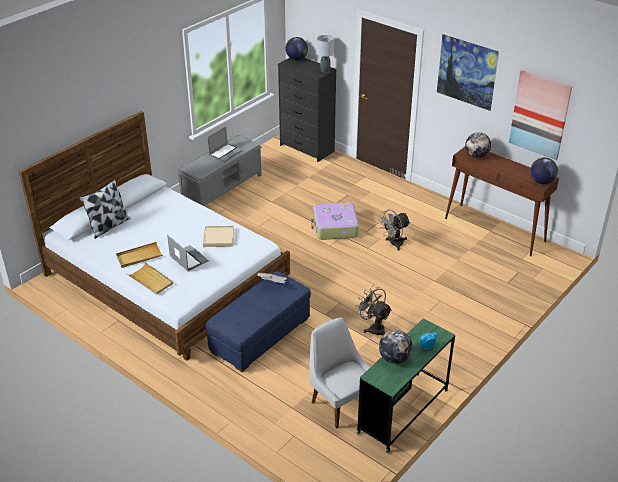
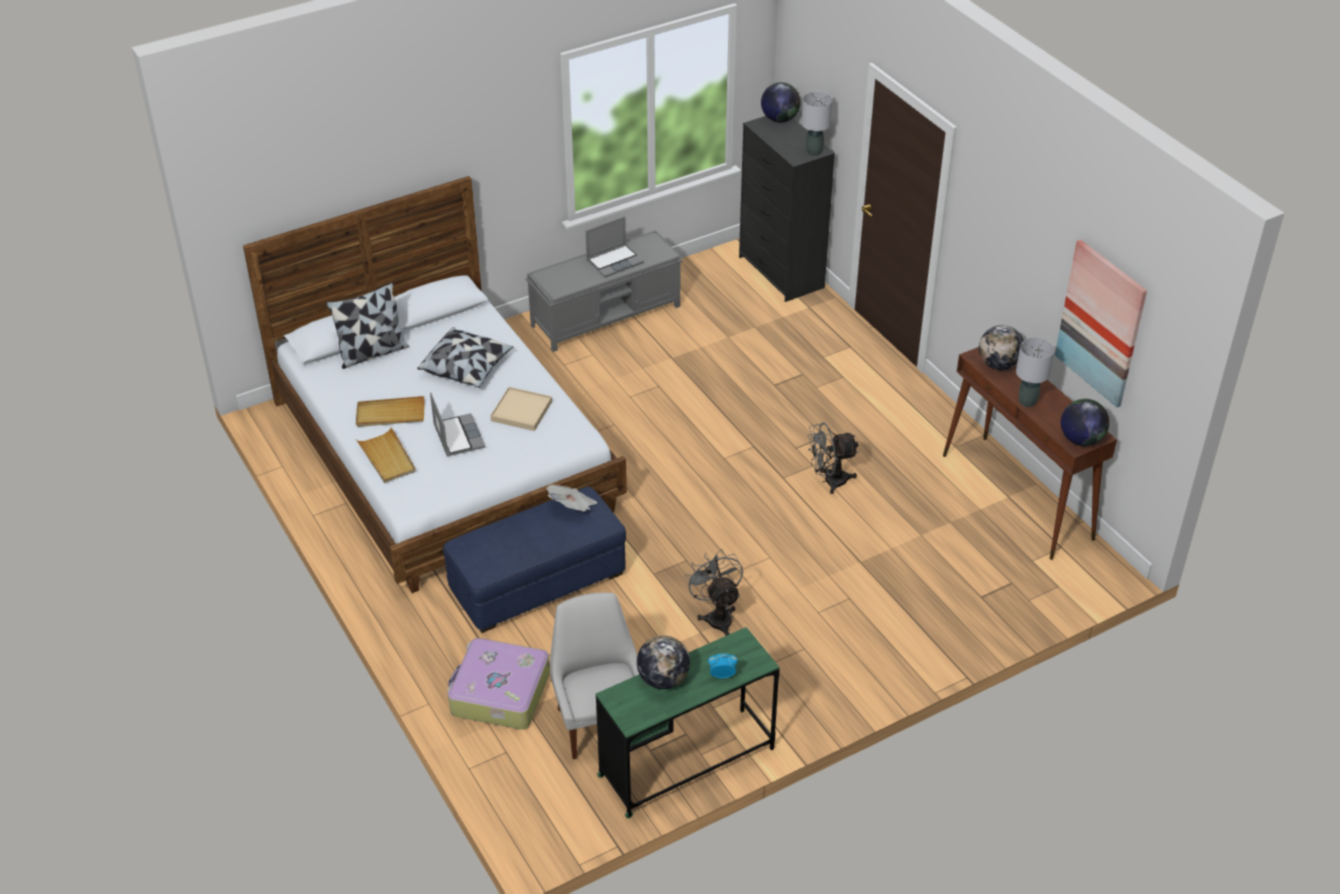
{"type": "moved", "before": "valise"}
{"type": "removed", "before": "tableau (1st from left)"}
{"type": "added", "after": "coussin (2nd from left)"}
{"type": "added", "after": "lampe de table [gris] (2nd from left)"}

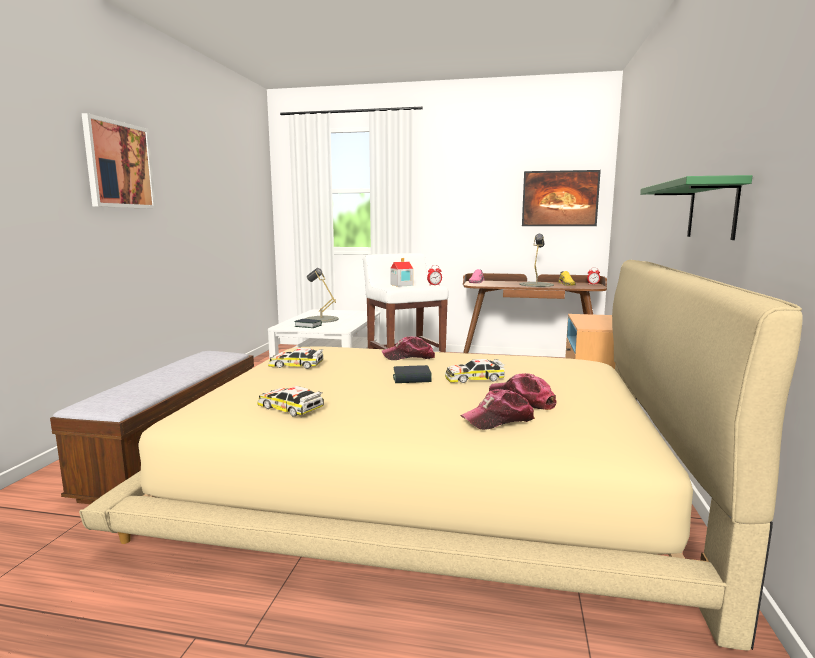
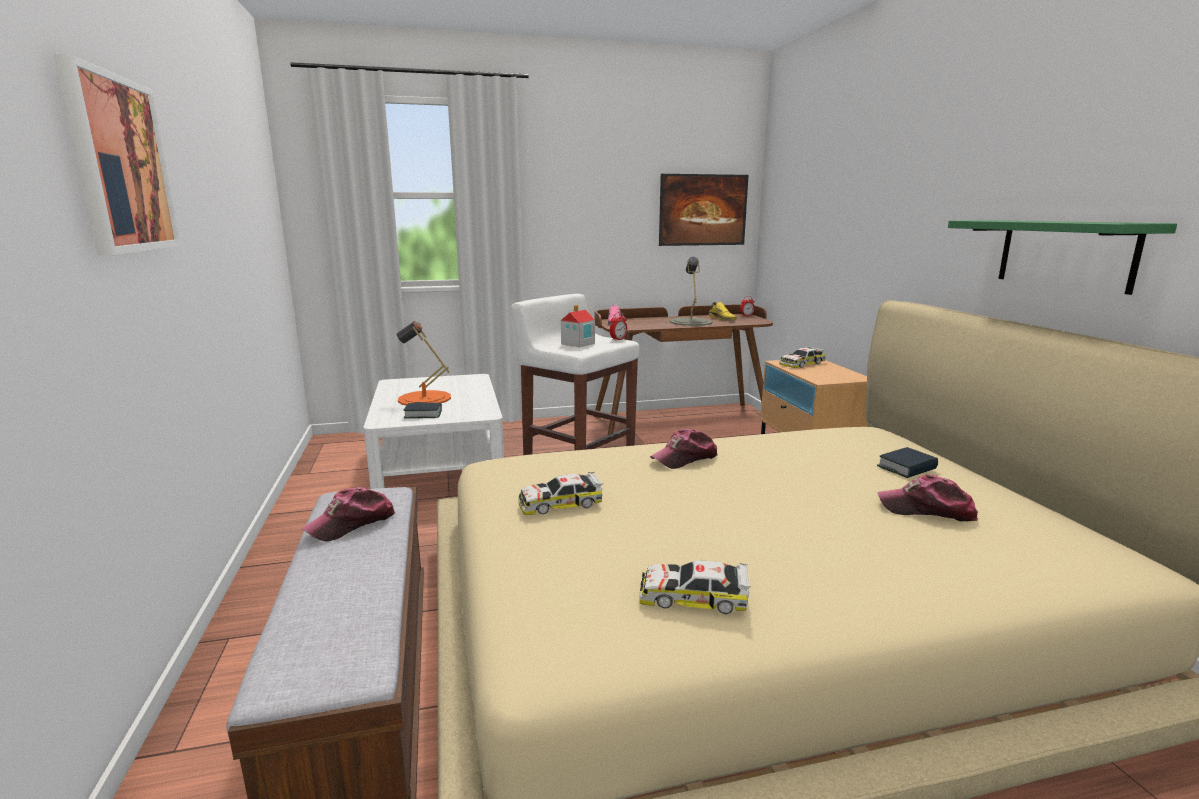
{"type": "recoloured", "before": "lampe de table [gris] (1st from left)", "after": "lampe de table [orange]"}
{"type": "moved", "before": "livre (2nd from left)"}
{"type": "moved", "before": "petite voiture (3rd from left)"}
{"type": "moved", "before": "casquette (2nd from left in the first image)", "after": "casquette (1st from left)"}

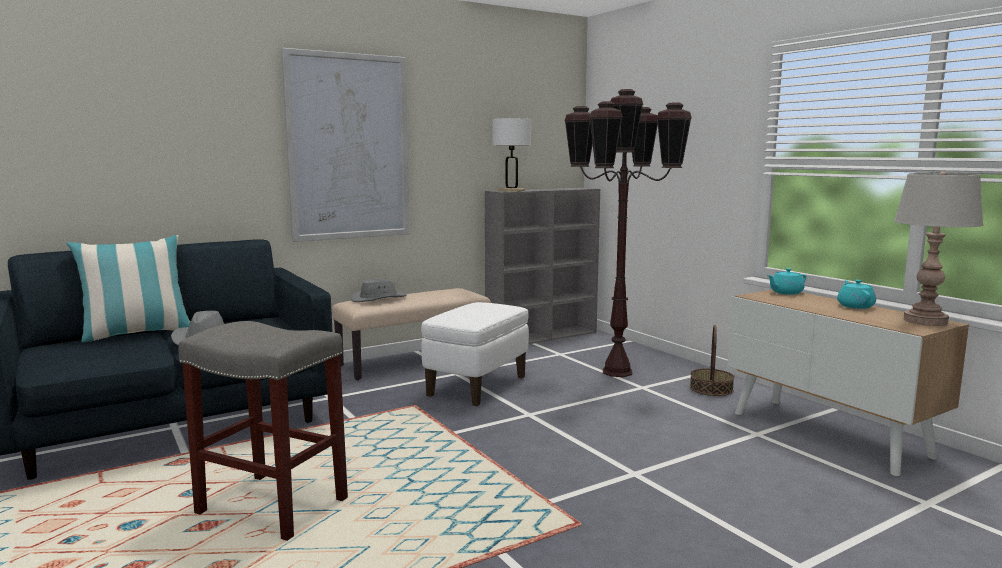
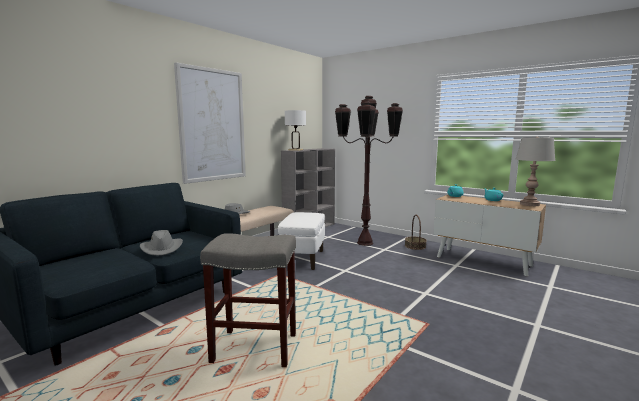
{"type": "removed", "before": "coussin"}

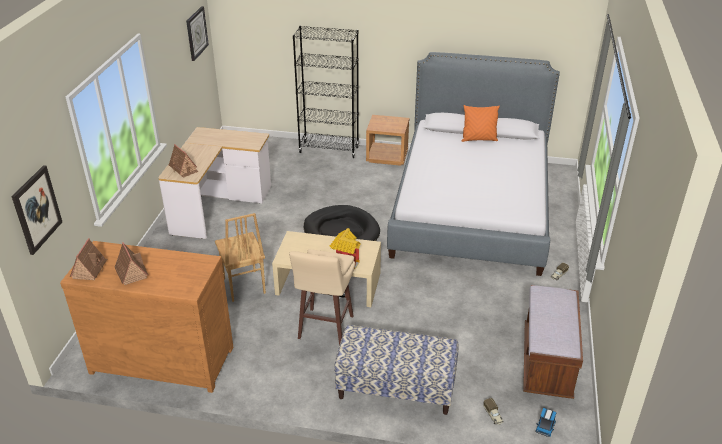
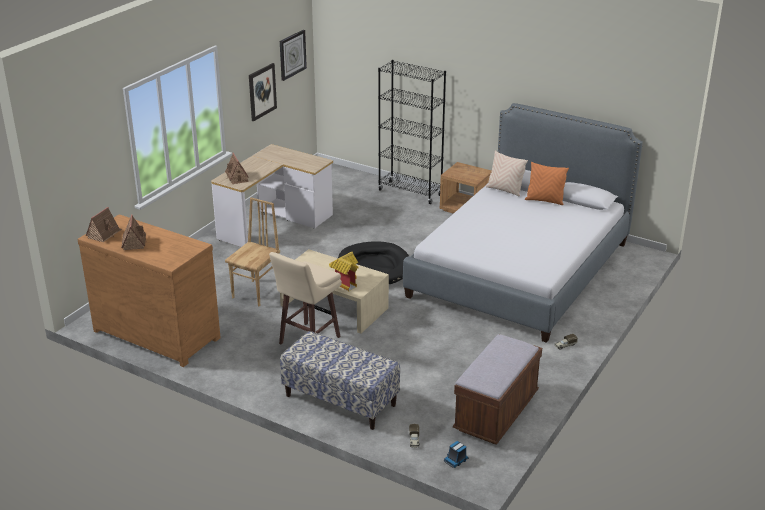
{"type": "moved", "before": "tableau"}
{"type": "turned", "before": "chaise [marron]", "turn": -150}
{"type": "added", "after": "coussin [beige]"}

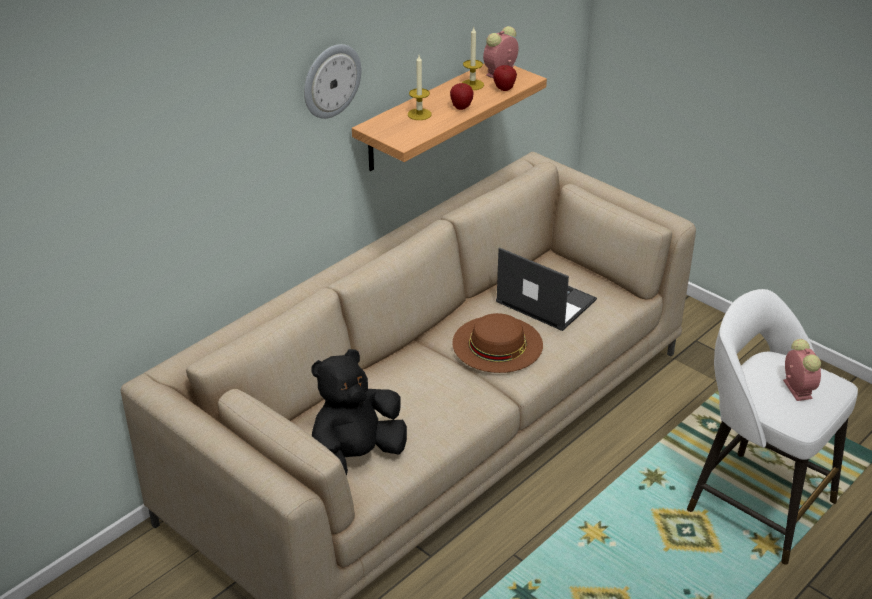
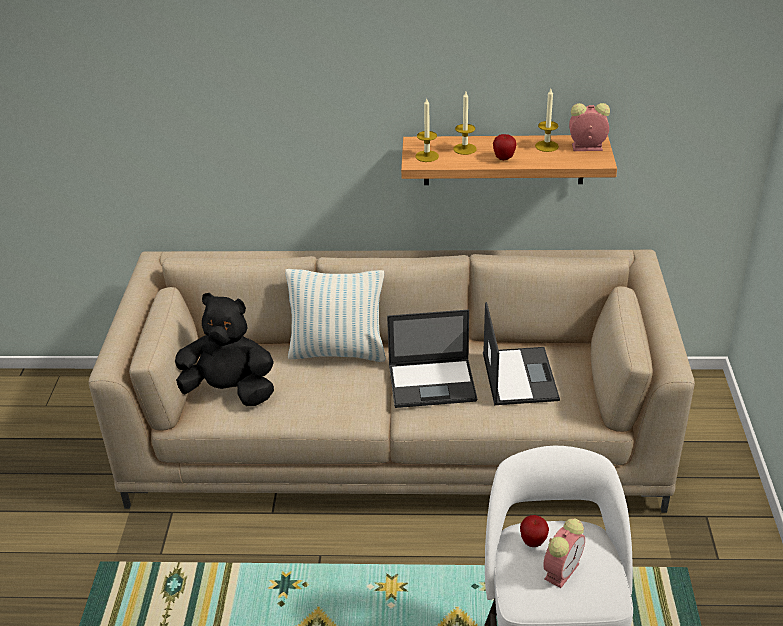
{"type": "removed", "before": "horloge murale"}
{"type": "replaced", "before": "chapeau [marron]", "after": "ordinateur portable (1st from left)"}
{"type": "moved", "before": "pomme (2nd from left)"}
{"type": "added", "after": "coussin"}
{"type": "added", "after": "bougie (1st from left)"}

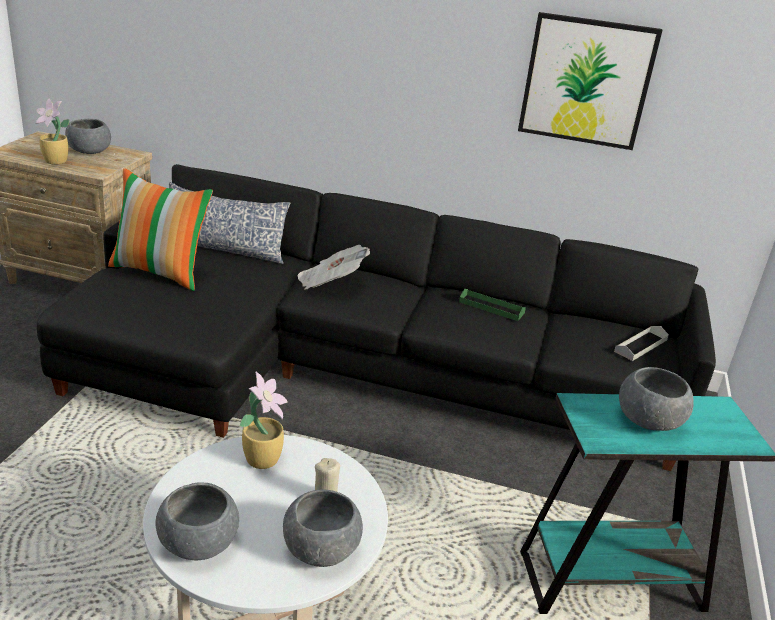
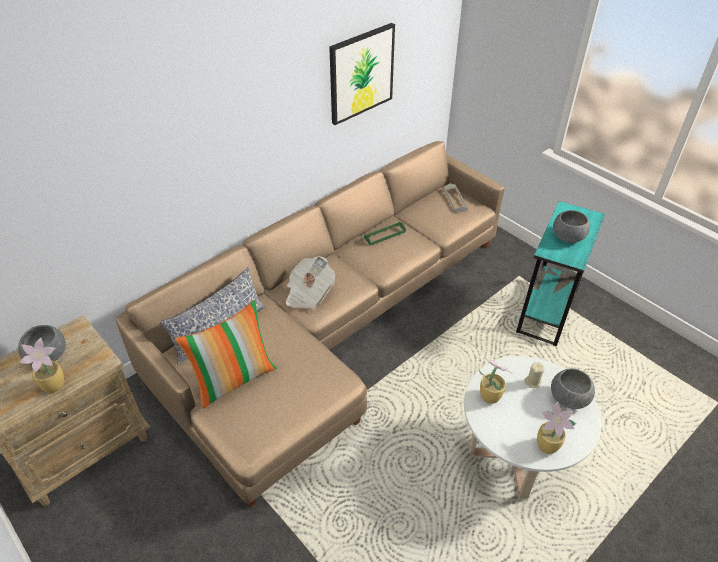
{"type": "recoloured", "before": "canapé [noir]", "after": "canapé [beige]"}
{"type": "replaced", "before": "bol [gris] (2nd from left)", "after": "plante en pot (3rd from left)"}

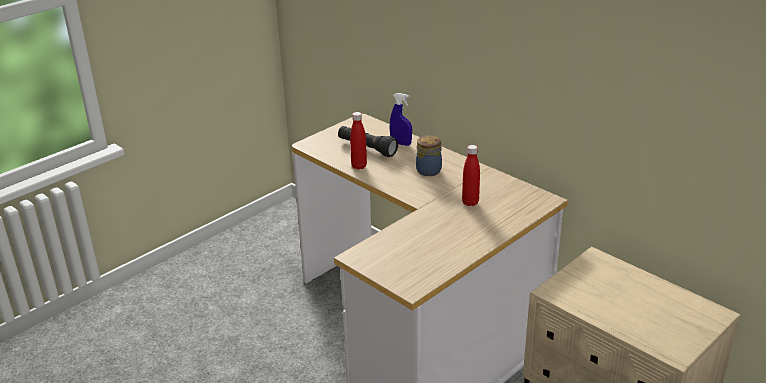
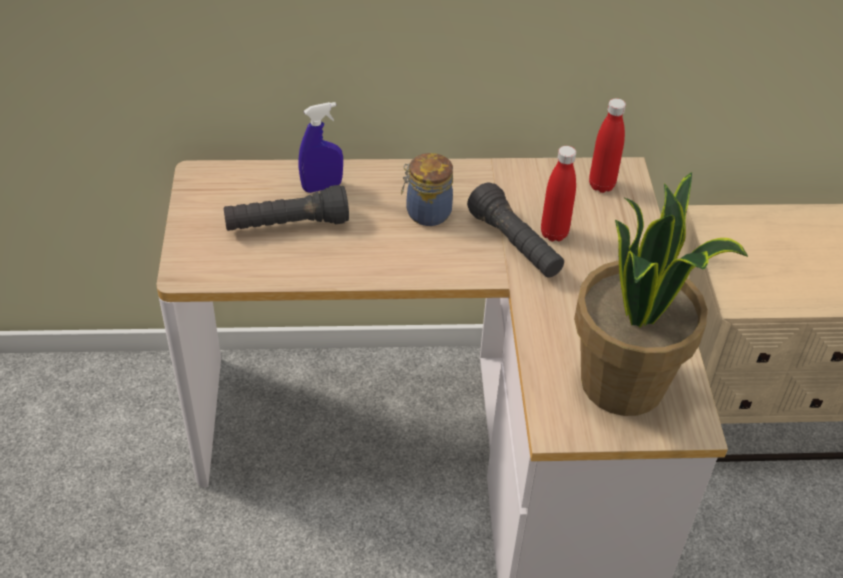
{"type": "moved", "before": "bouteille [rouge] (1st from left in the first image)", "after": "bouteille [rouge] (2nd from left)"}
{"type": "added", "after": "lampe de poche [noir] (2nd from left)"}
{"type": "added", "after": "plante en pot"}

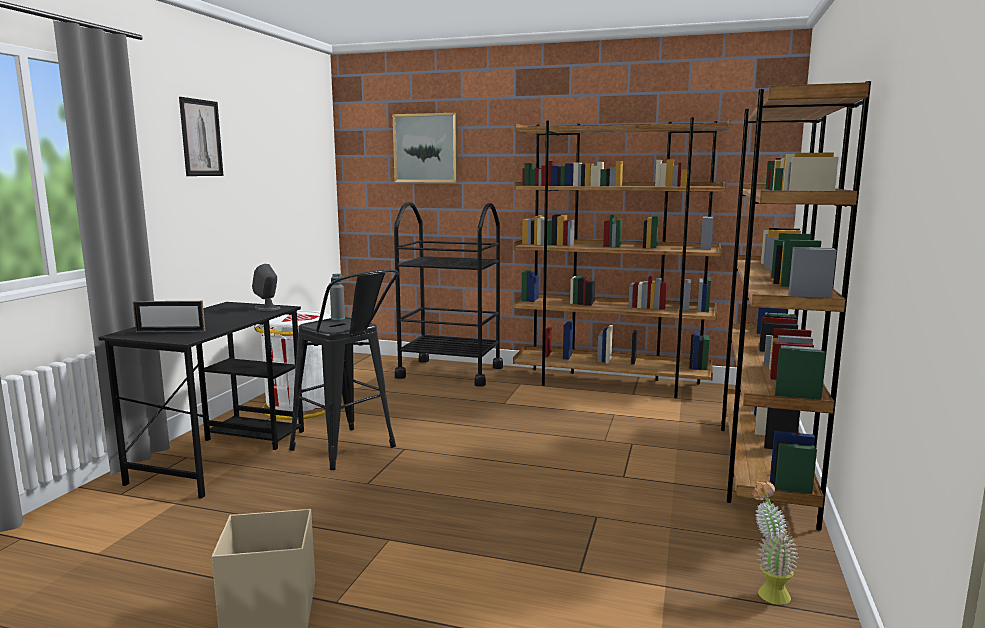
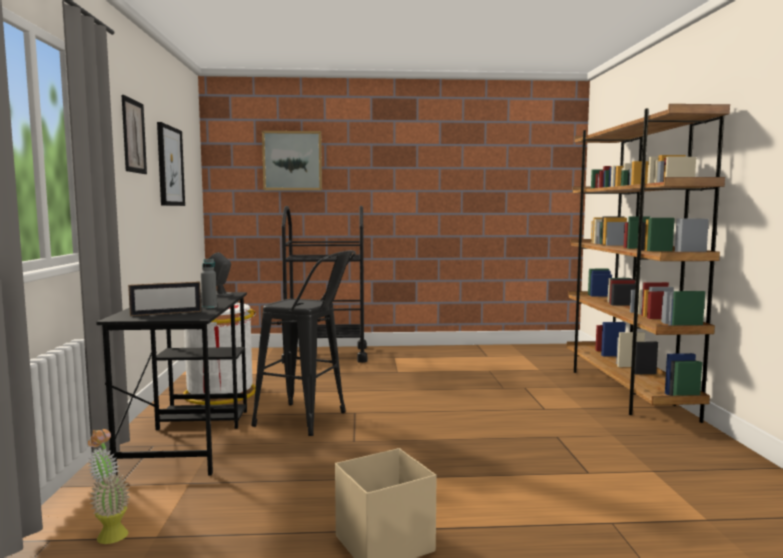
{"type": "moved", "before": "bouteille [gris]"}
{"type": "removed", "before": "bibliothèque [marron] (1st from left)"}
{"type": "moved", "before": "plante en pot"}
{"type": "added", "after": "tableau (2nd from left)"}

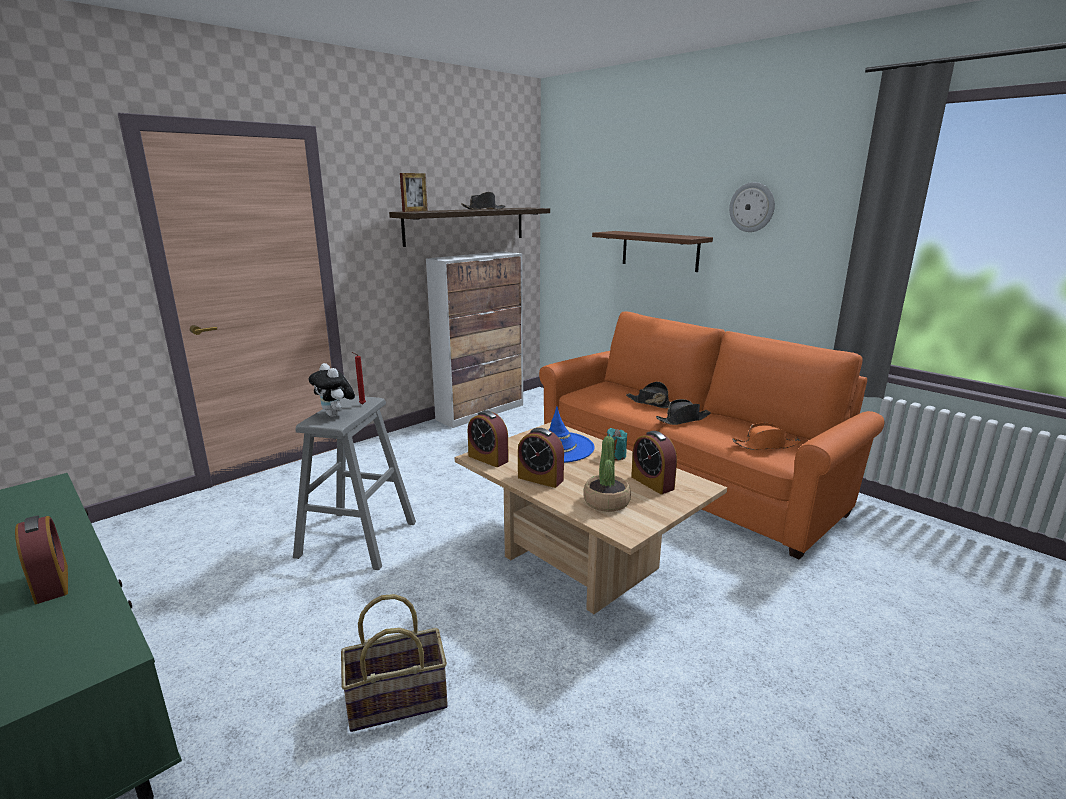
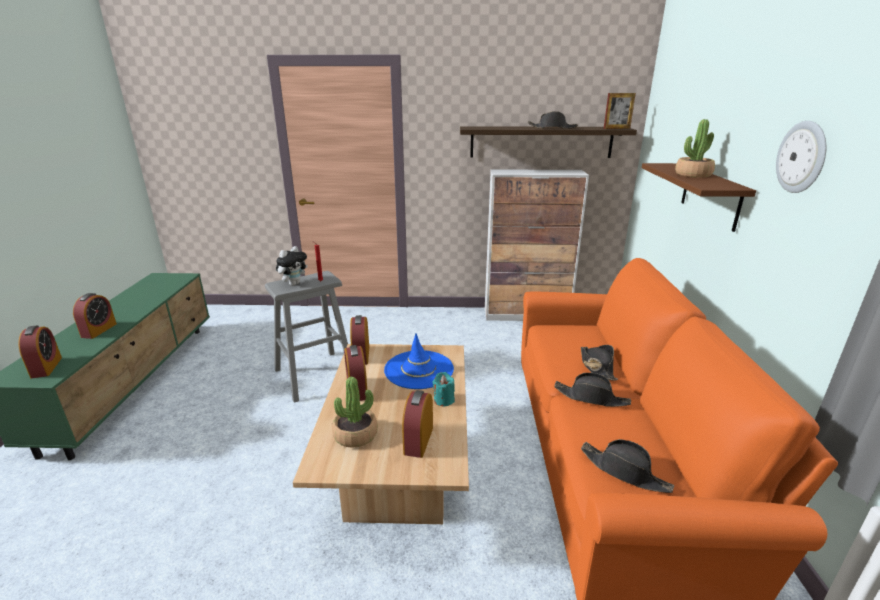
{"type": "turned", "before": "peluche", "turn": -150}
{"type": "removed", "before": "panier"}
{"type": "moved", "before": "cadre photo"}
{"type": "recoloured", "before": "chapeau [orange]", "after": "chapeau [noir] (4th from left)"}
{"type": "added", "after": "réveil (1st from left)"}
{"type": "added", "after": "plante en pot (2nd from left)"}

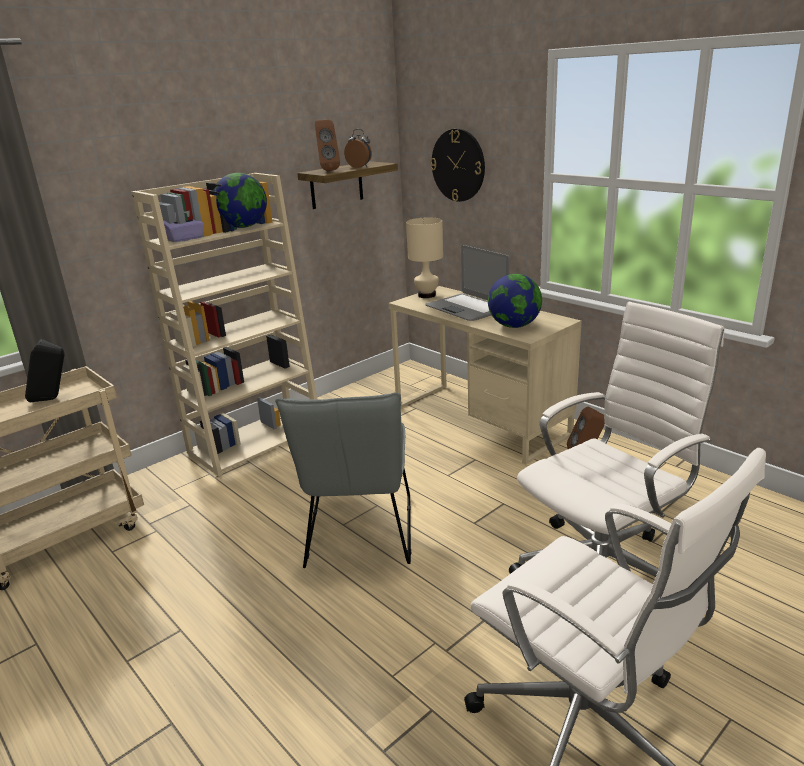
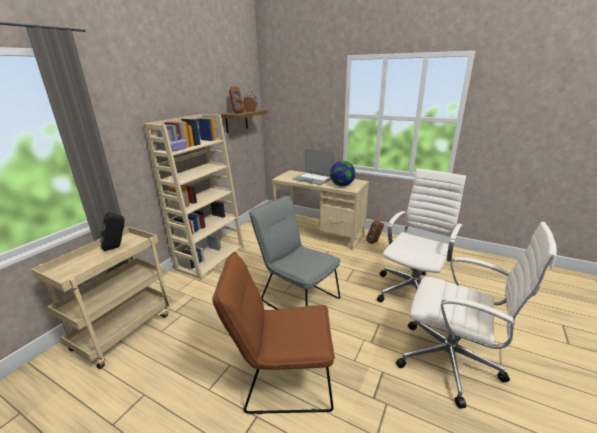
{"type": "removed", "before": "globe (1st from left)"}
{"type": "turned", "before": "chaise [gris]", "turn": 150}
{"type": "removed", "before": "lampe de table [beige]"}
{"type": "removed", "before": "horloge murale"}
{"type": "added", "after": "chaise [marron]"}

